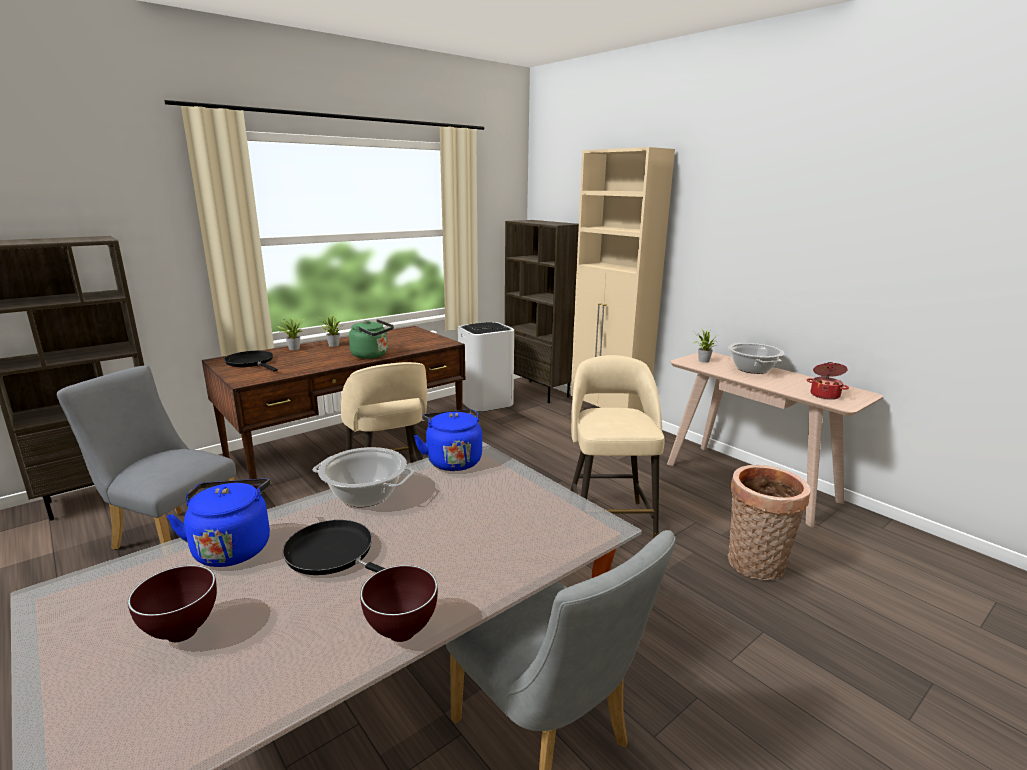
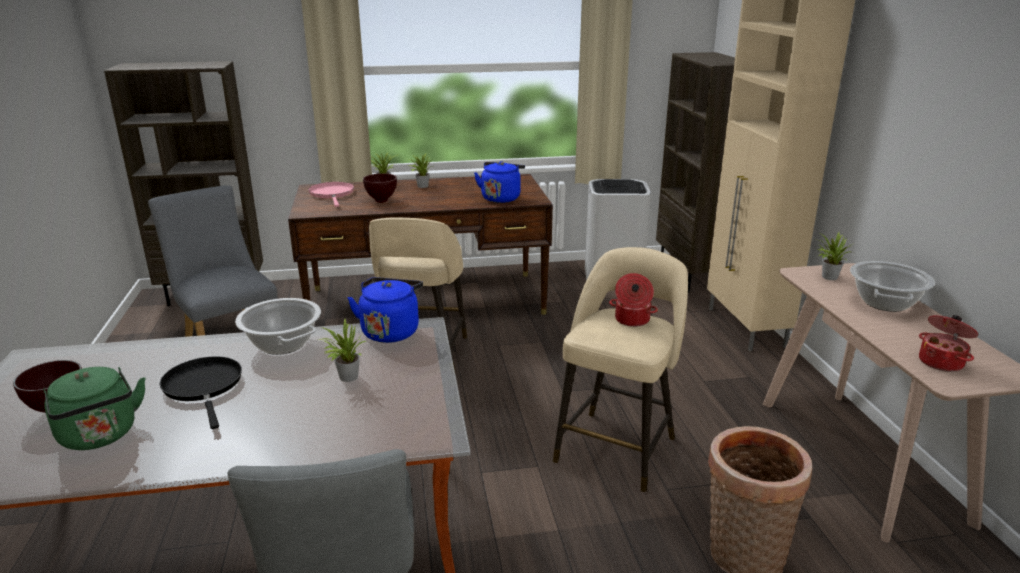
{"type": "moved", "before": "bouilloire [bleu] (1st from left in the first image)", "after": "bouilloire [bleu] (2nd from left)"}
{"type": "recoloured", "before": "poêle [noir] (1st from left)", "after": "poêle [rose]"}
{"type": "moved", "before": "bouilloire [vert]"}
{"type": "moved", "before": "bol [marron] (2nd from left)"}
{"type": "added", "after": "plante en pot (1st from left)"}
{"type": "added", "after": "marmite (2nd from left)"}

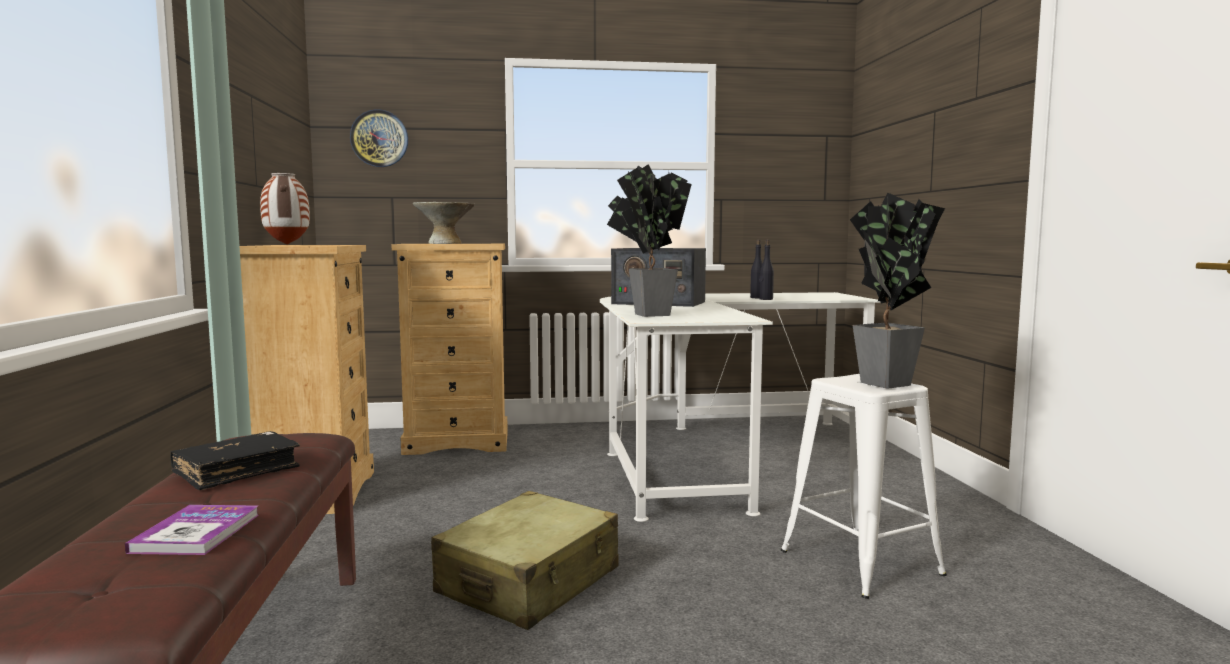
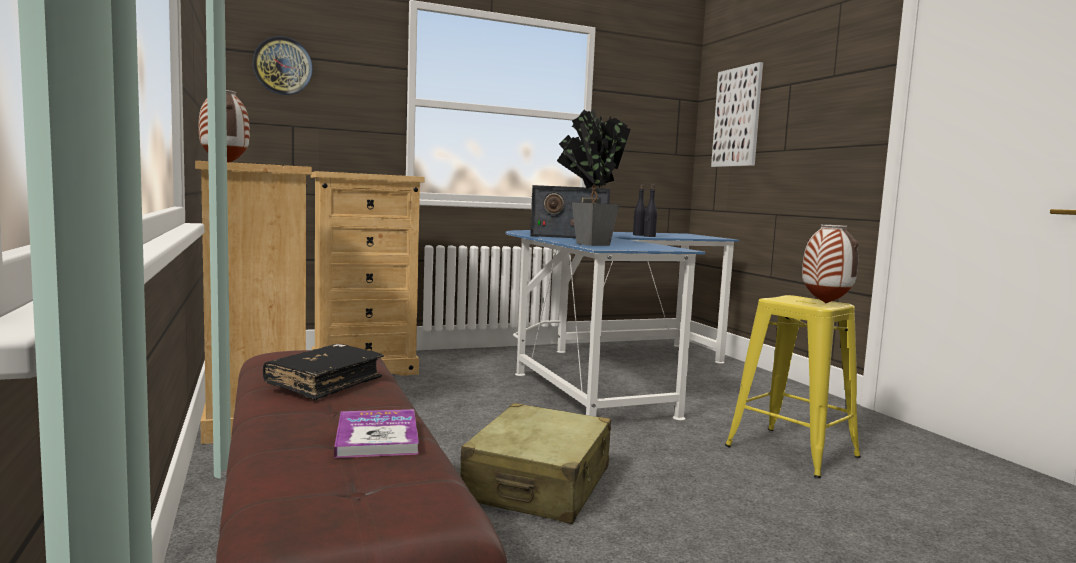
{"type": "removed", "before": "bol [gris]"}
{"type": "recoloured", "before": "bureau [blanc]", "after": "bureau [bleu]"}
{"type": "recoloured", "before": "tabouret [blanc]", "after": "tabouret [jaune]"}
{"type": "replaced", "before": "plante en pot (2nd from left)", "after": "vase (2nd from left)"}
{"type": "added", "after": "tableau"}

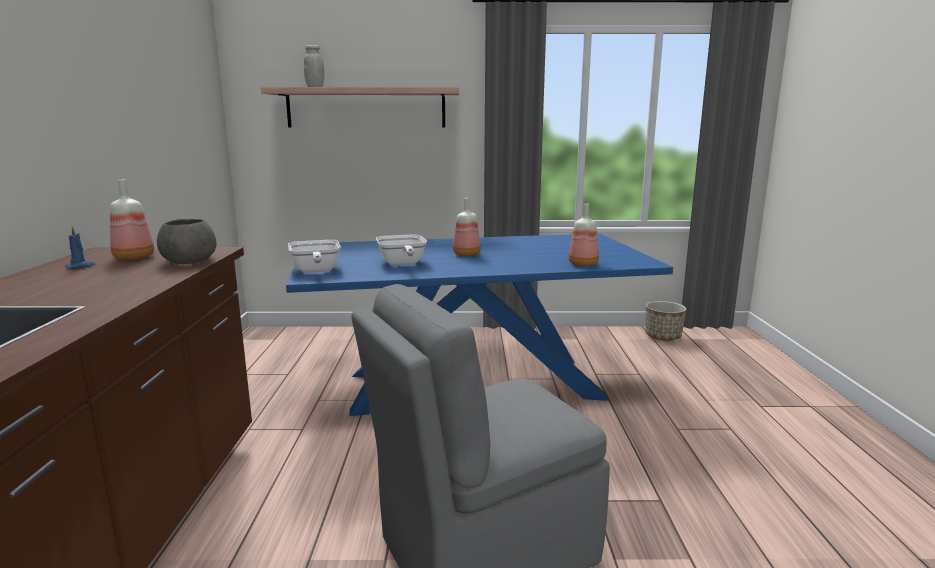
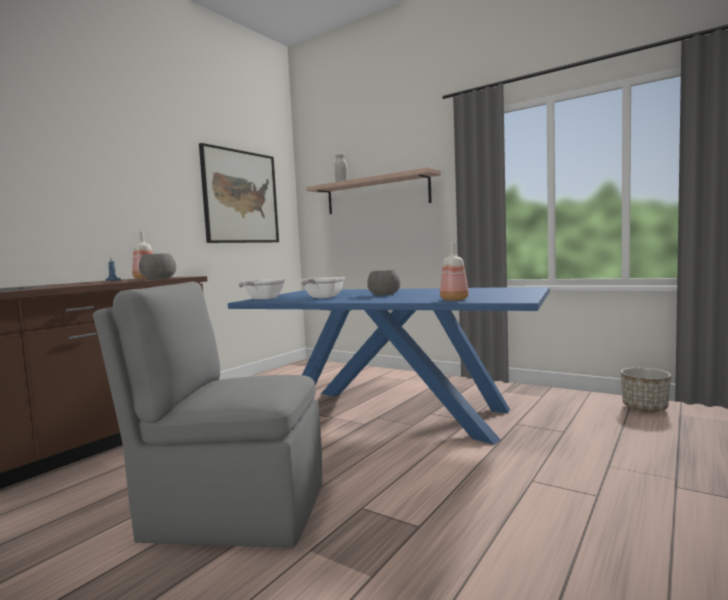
{"type": "replaced", "before": "bouteille (2nd from left)", "after": "bol [gris] (2nd from left)"}
{"type": "added", "after": "tableau"}

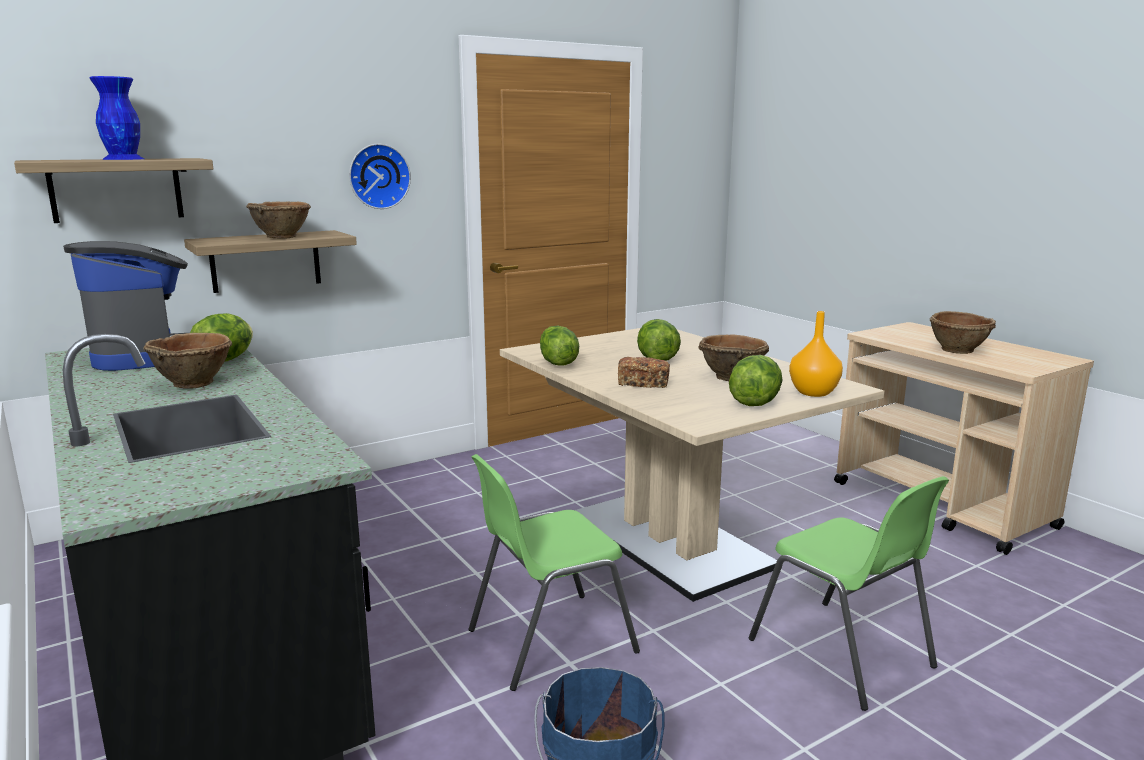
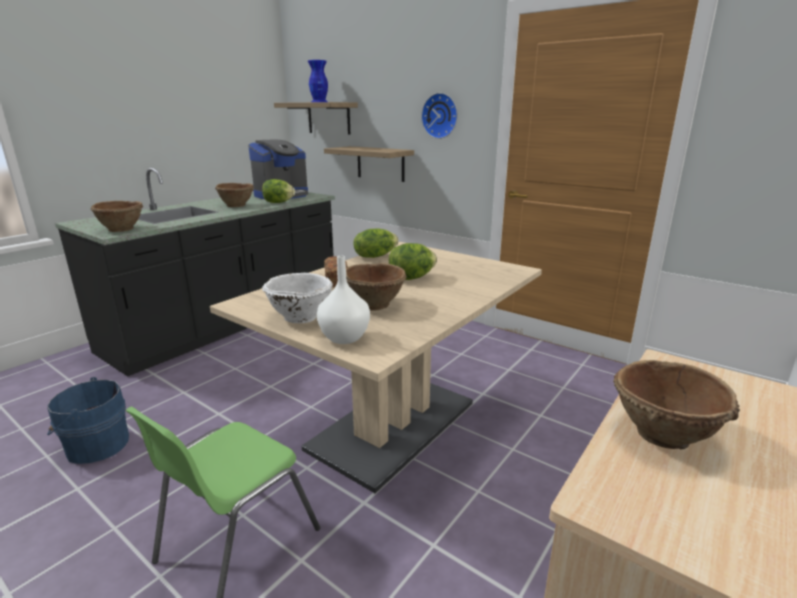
{"type": "moved", "before": "bol [marron] (2nd from left in the first image)", "after": "bol [marron] (1st from left)"}
{"type": "removed", "before": "chaise [vert] (1st from left)"}
{"type": "replaced", "before": "laitue (4th from left)", "after": "bol [blanc]"}
{"type": "recoloured", "before": "vase [orange]", "after": "vase [blanc]"}

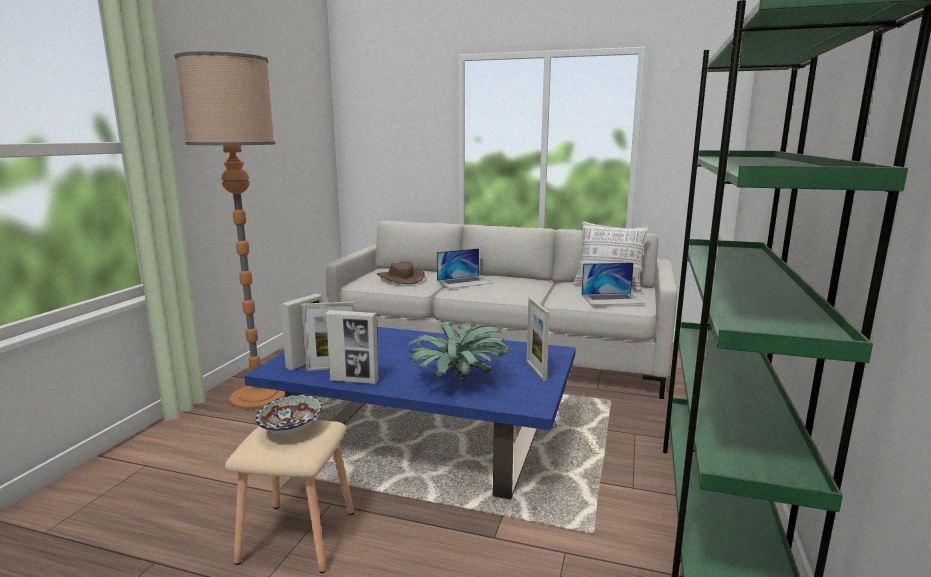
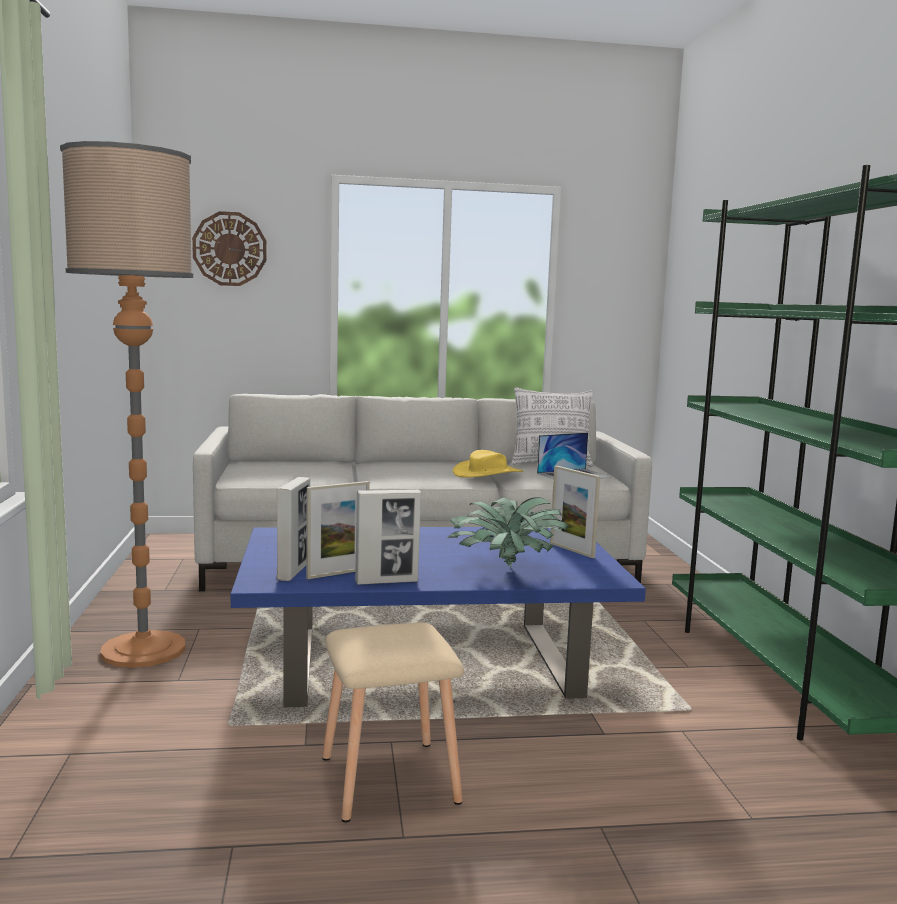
{"type": "removed", "before": "bol"}
{"type": "removed", "before": "chapeau [marron]"}
{"type": "removed", "before": "ordinateur portable (1st from left)"}
{"type": "added", "after": "horloge murale"}
{"type": "added", "after": "chapeau [jaune]"}

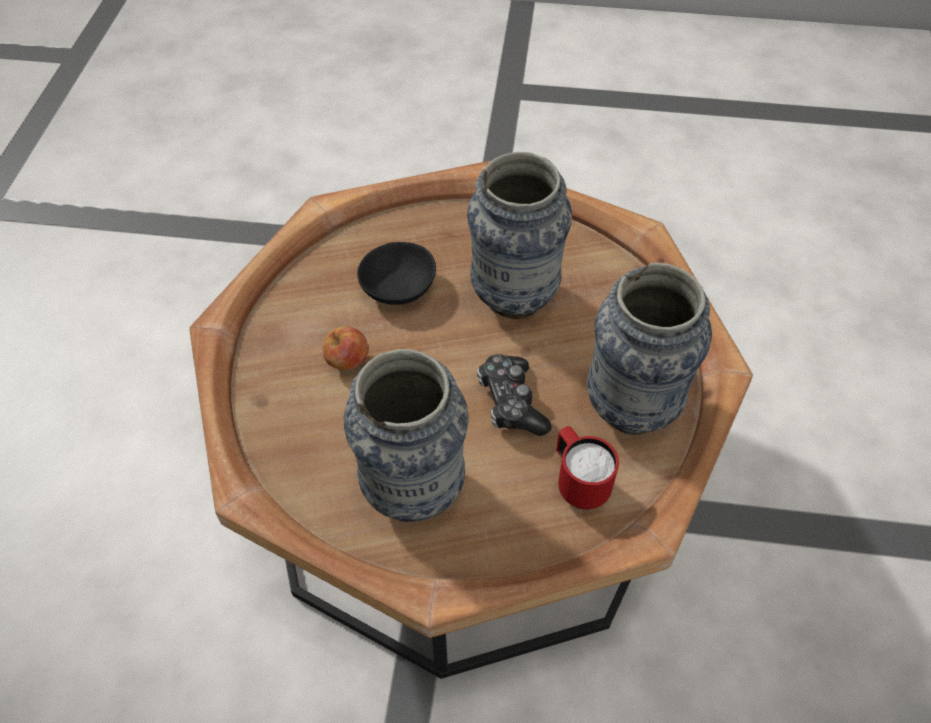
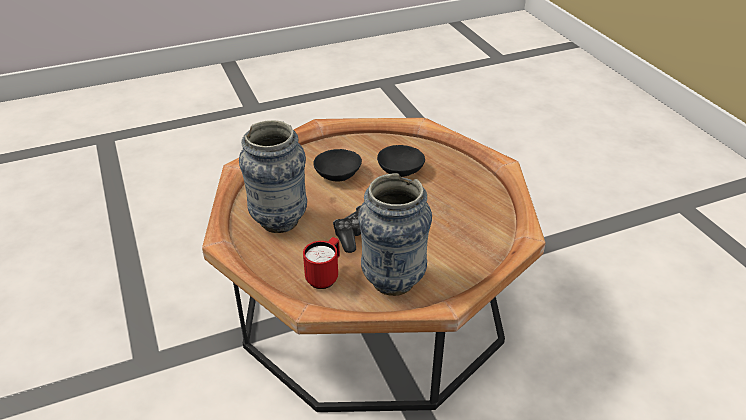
{"type": "replaced", "before": "pomme", "after": "bol [noir] (1st from left)"}
{"type": "removed", "before": "vase (2nd from left)"}

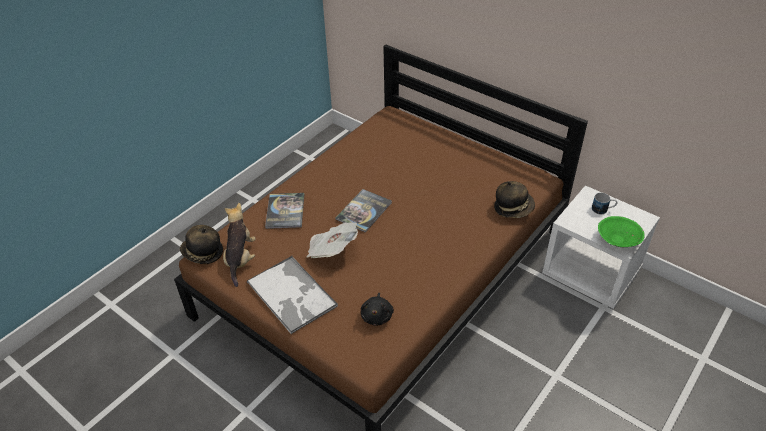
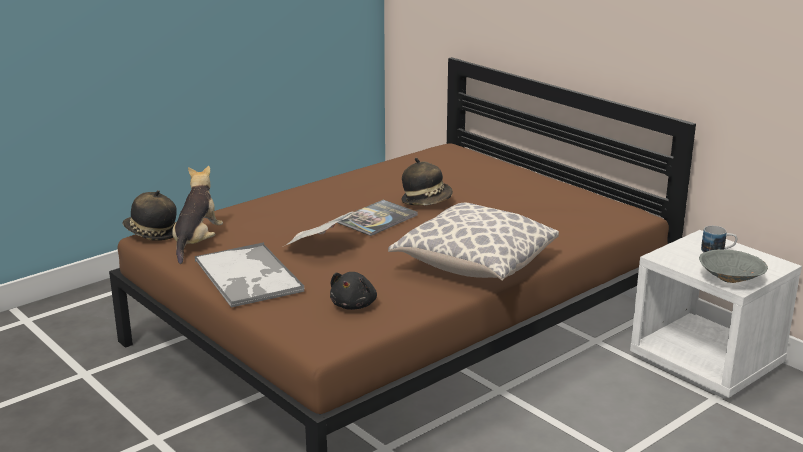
{"type": "removed", "before": "livre (1st from left)"}
{"type": "moved", "before": "chapeau (2nd from left)"}
{"type": "recoloured", "before": "bol [vert]", "after": "bol [gris]"}
{"type": "added", "after": "coussin"}

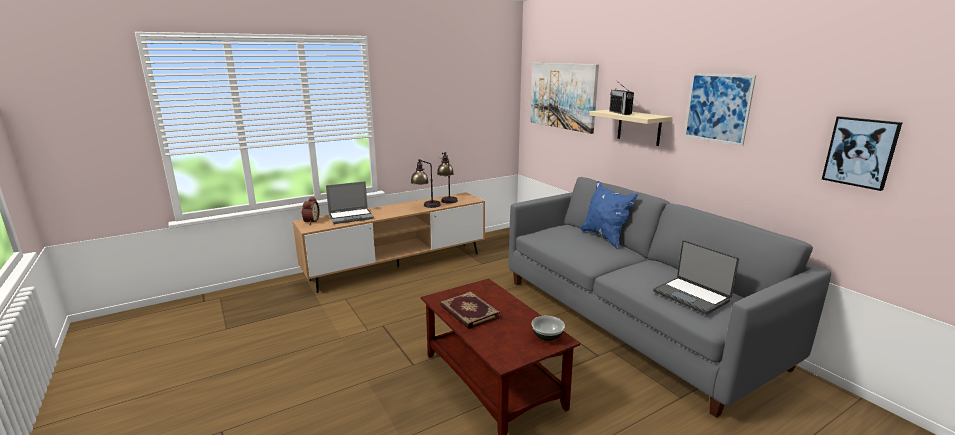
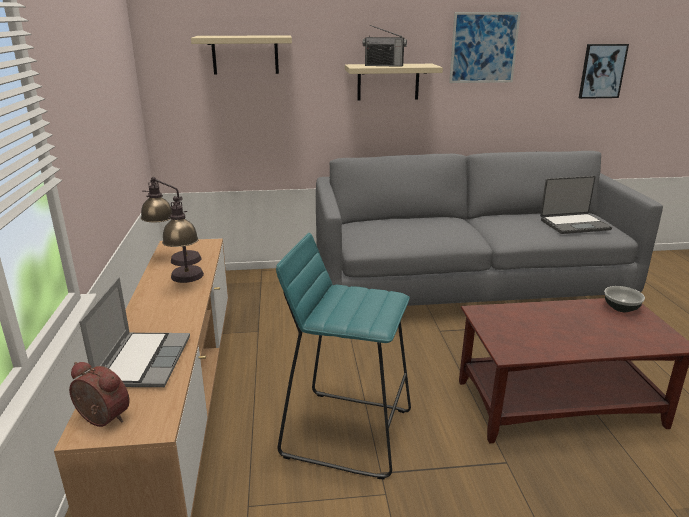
{"type": "removed", "before": "livre"}
{"type": "replaced", "before": "tableau (1st from left)", "after": "étagère [beige] (1st from left)"}
{"type": "removed", "before": "coussin [bleu]"}
{"type": "added", "after": "tabouret [turquoise]"}

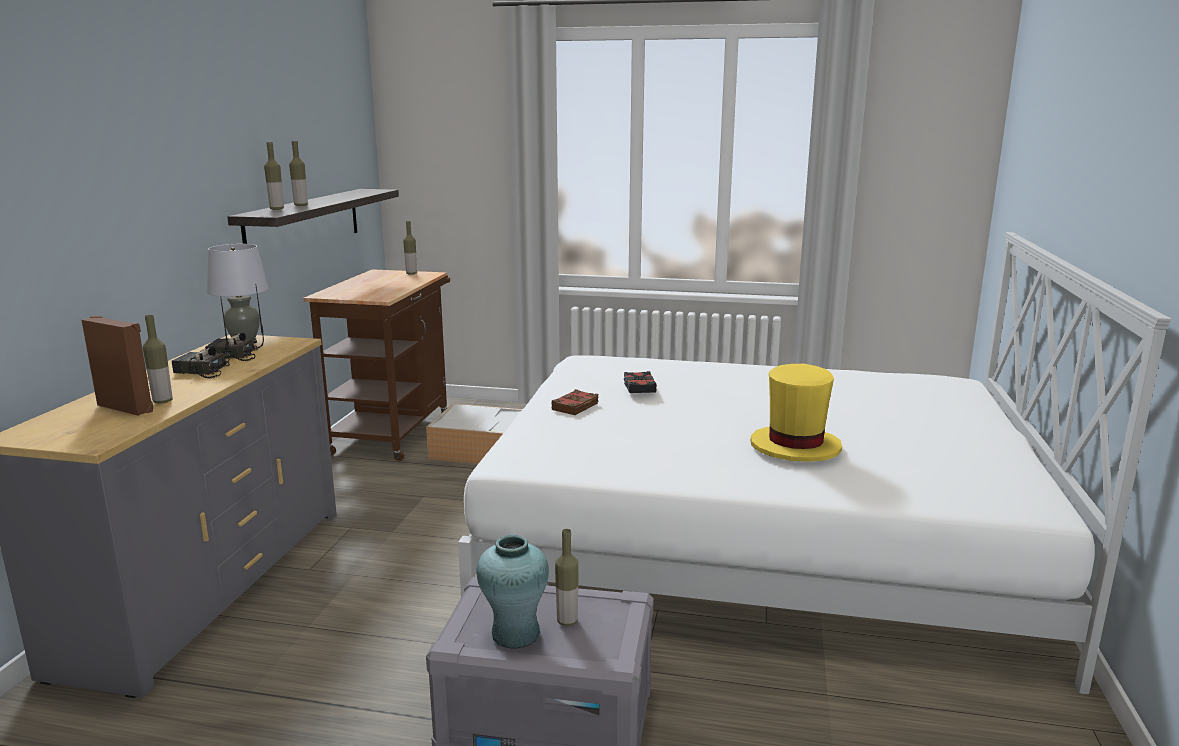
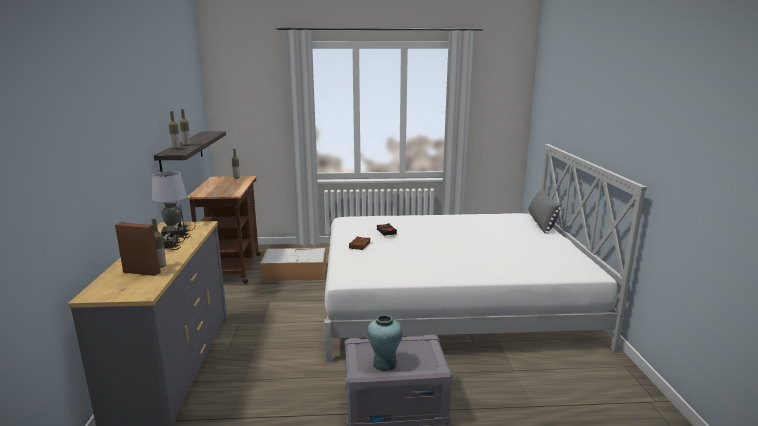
{"type": "removed", "before": "bouteille (5th from left)"}
{"type": "removed", "before": "chapeau [jaune]"}
{"type": "added", "after": "coussin [gris]"}

